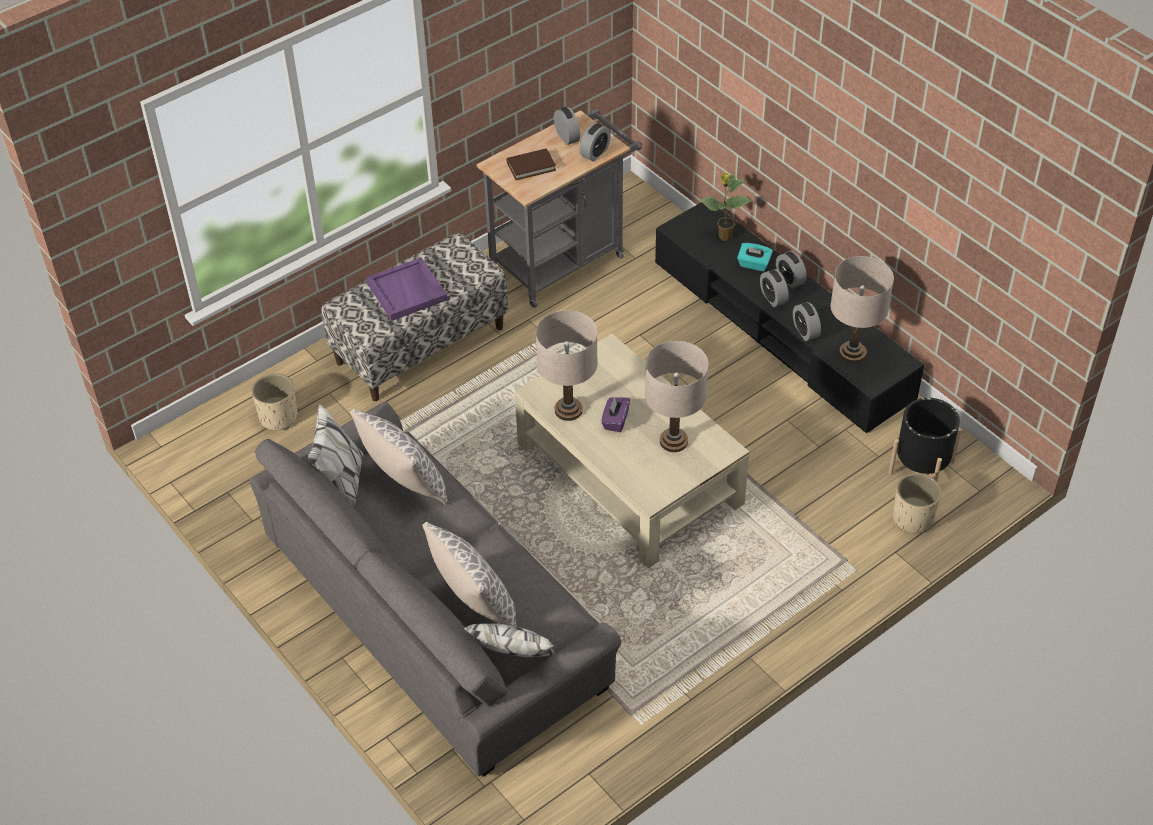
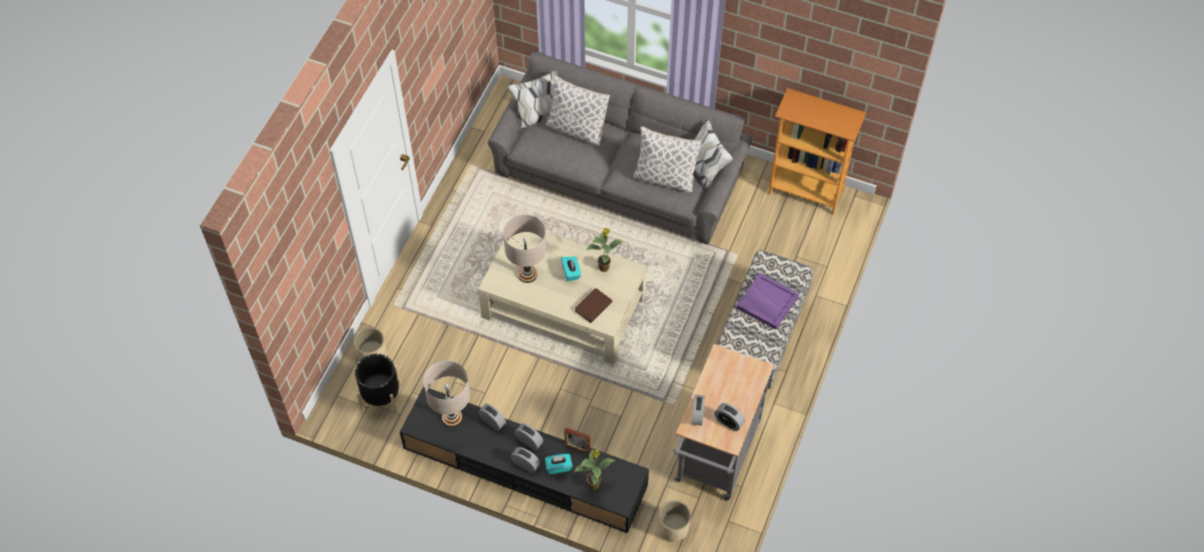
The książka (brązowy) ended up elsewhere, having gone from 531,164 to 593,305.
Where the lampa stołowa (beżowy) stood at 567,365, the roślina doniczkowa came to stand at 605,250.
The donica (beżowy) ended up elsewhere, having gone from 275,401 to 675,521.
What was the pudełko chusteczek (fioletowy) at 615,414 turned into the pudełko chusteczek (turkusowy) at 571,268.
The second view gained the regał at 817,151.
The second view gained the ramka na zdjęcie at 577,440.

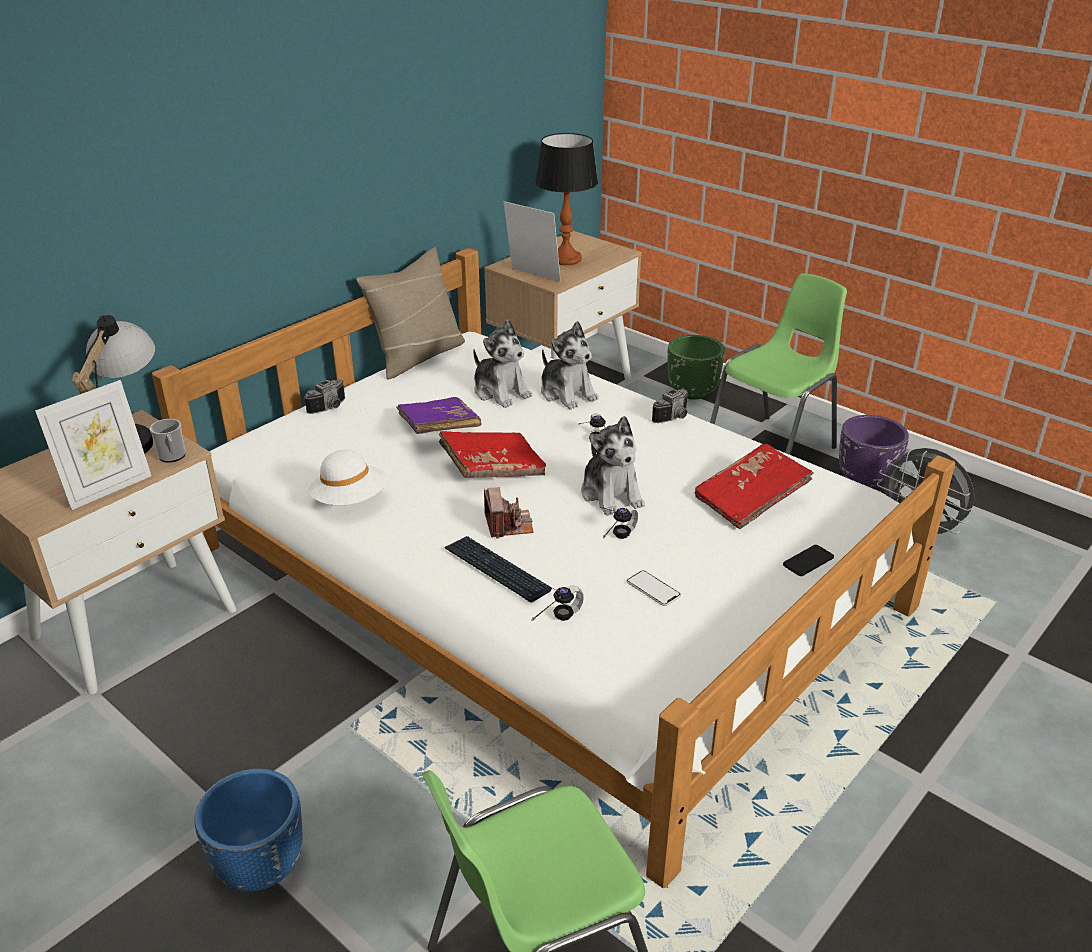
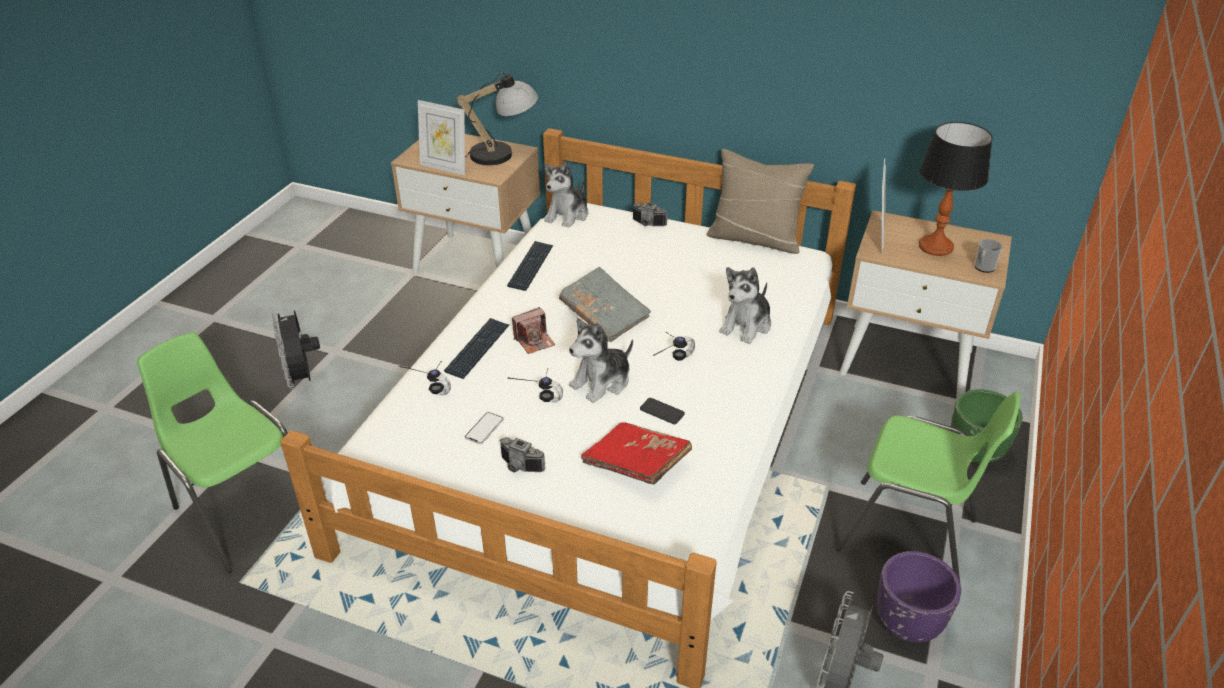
The pluszak ended up elsewhere, having gone from 502,364 to 566,194.
The aparat fotograficzny ended up elsewhere, having gone from 670,406 to 522,454.
The second view lost the książka (fioletowy) at 439,415.
The kubek ended up elsewhere, having gone from 168,441 to 988,256.
What was the książka (czerwony) at 492,454 turned into the książka (szary) at 605,304.
Where the kapelusz (biały) stood at 348,478, the klawiatura came to stand at 530,266.
The telefon ended up elsewhere, having gone from 808,560 to 662,411.
Where the donica (niebieski) stood at 248,830, the wentylator (czarny) came to stand at 296,349.

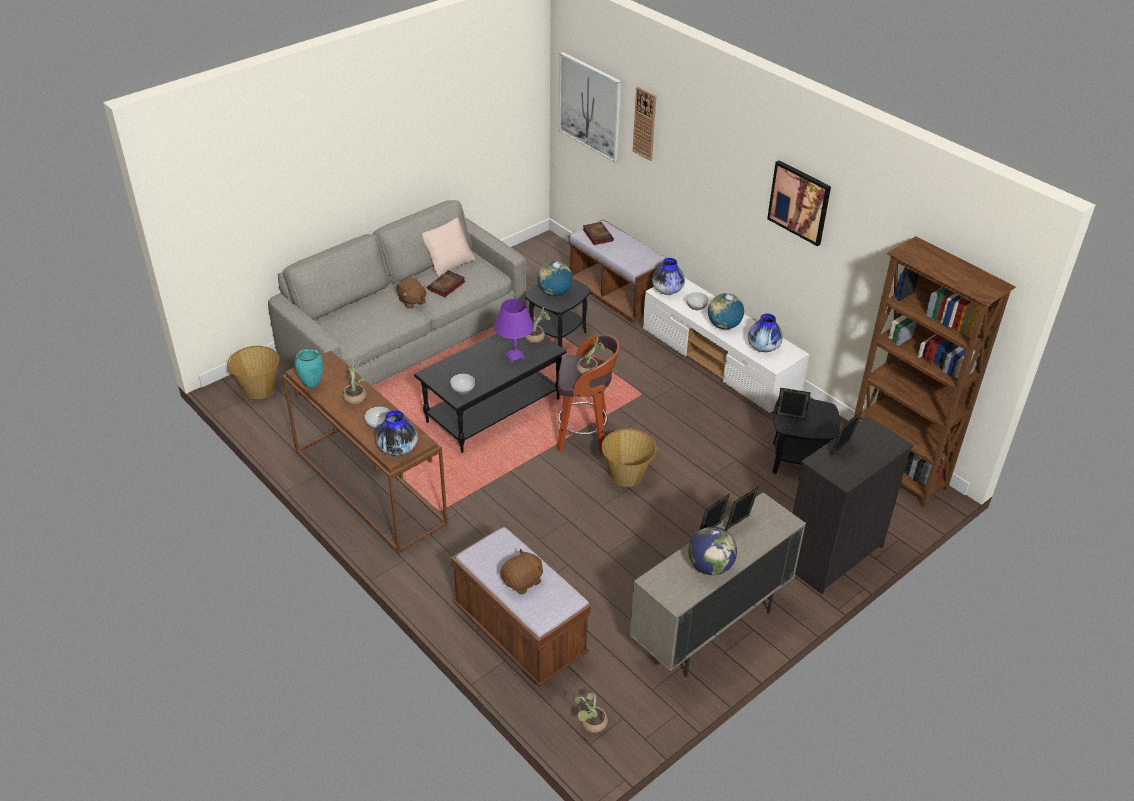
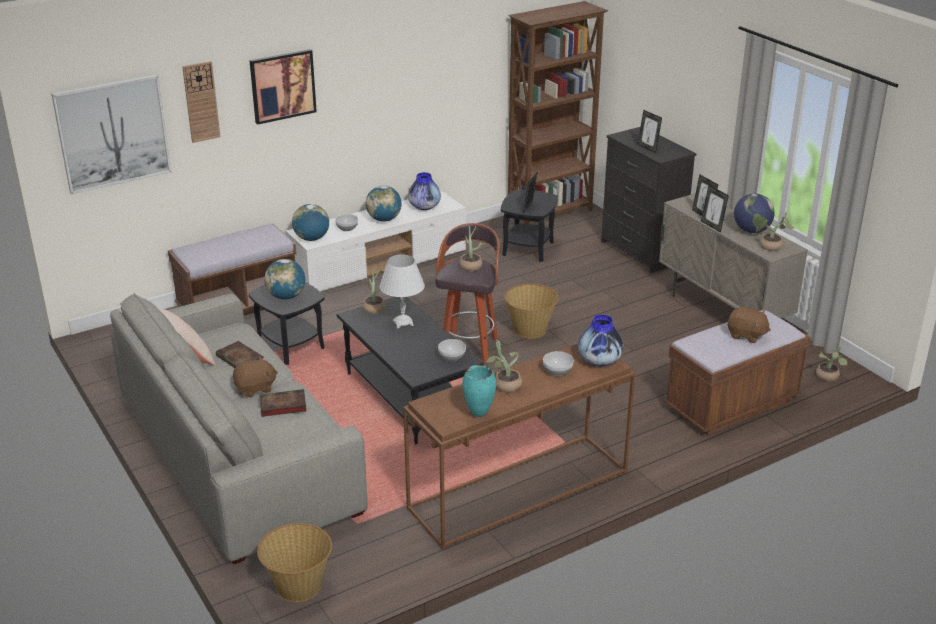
The obraz ended up elsewhere, having gone from 799,203 to 283,87.
The książka ended up elsewhere, having gone from 598,233 to 283,403.
Where the wazon stood at 668,276, the globus came to stand at 310,222.
What was the lampa stołowa (fioletowy) at 514,331 turned into the lampa stołowa (biały) at 402,291.
The pluszak (brązowy) at 521,571 ended up facing another way, 150 degrees clockwise from before.
The second view gained the roślina doniczkowa at 776,231.

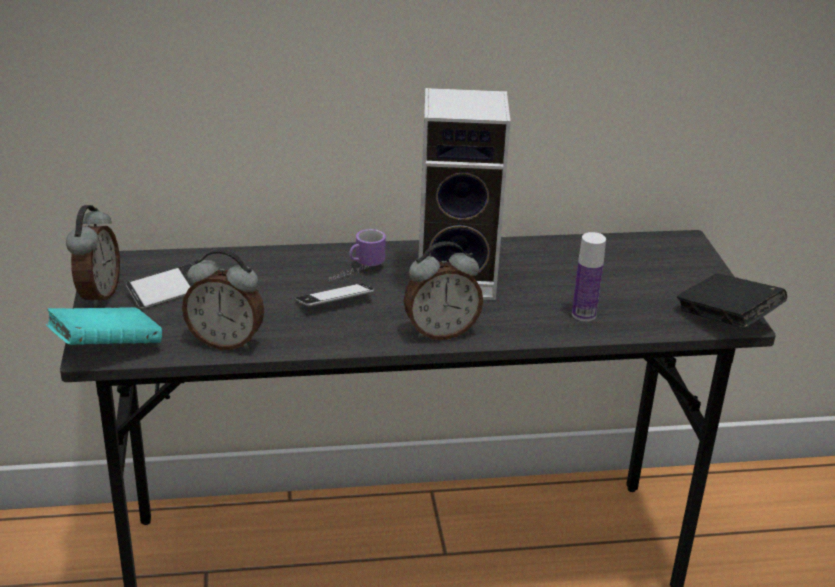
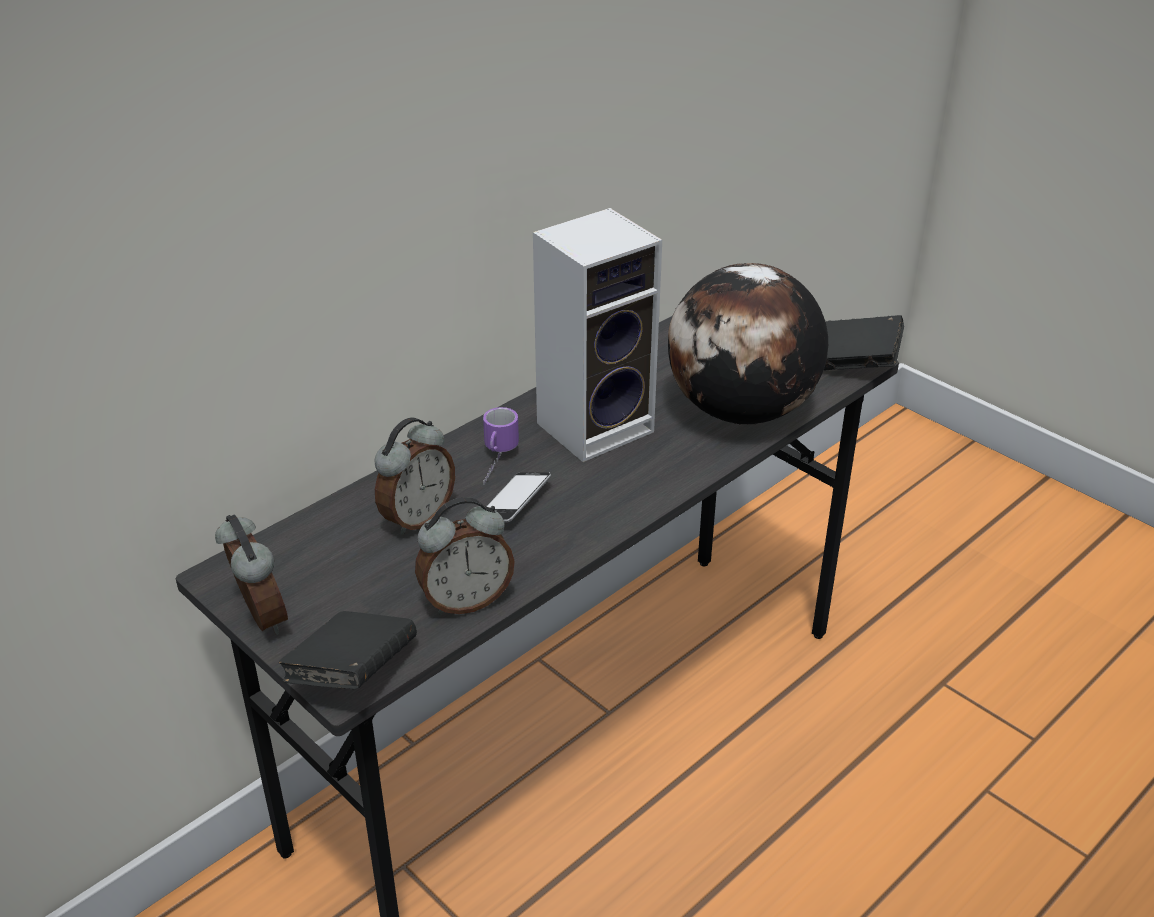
Where the butelka stood at 589,276, the globus came to stand at 748,344.
The budzik ended up elsewhere, having gone from 443,291 to 414,476.
The second view lost the telefon at 160,287.
What was the książka (turkusowy) at 104,326 turned into the książka (czarny) at 348,650.

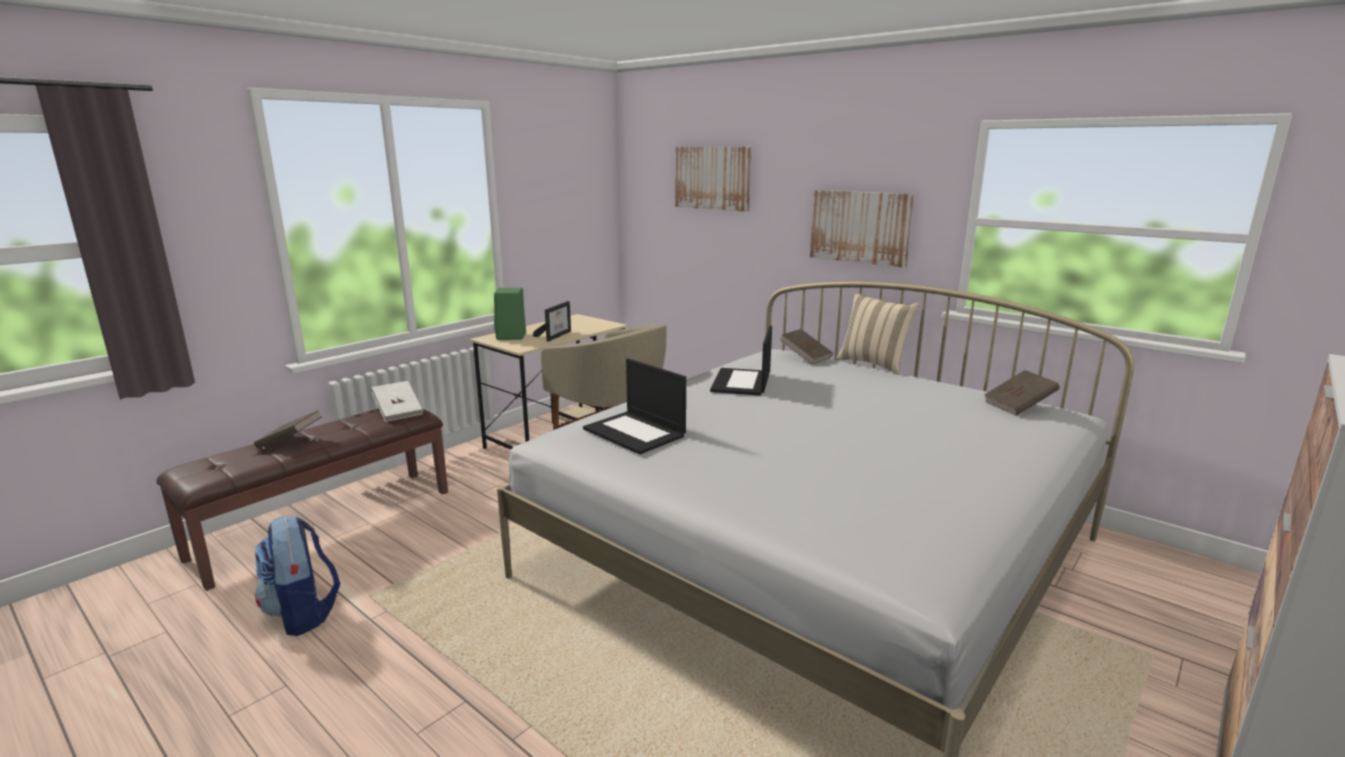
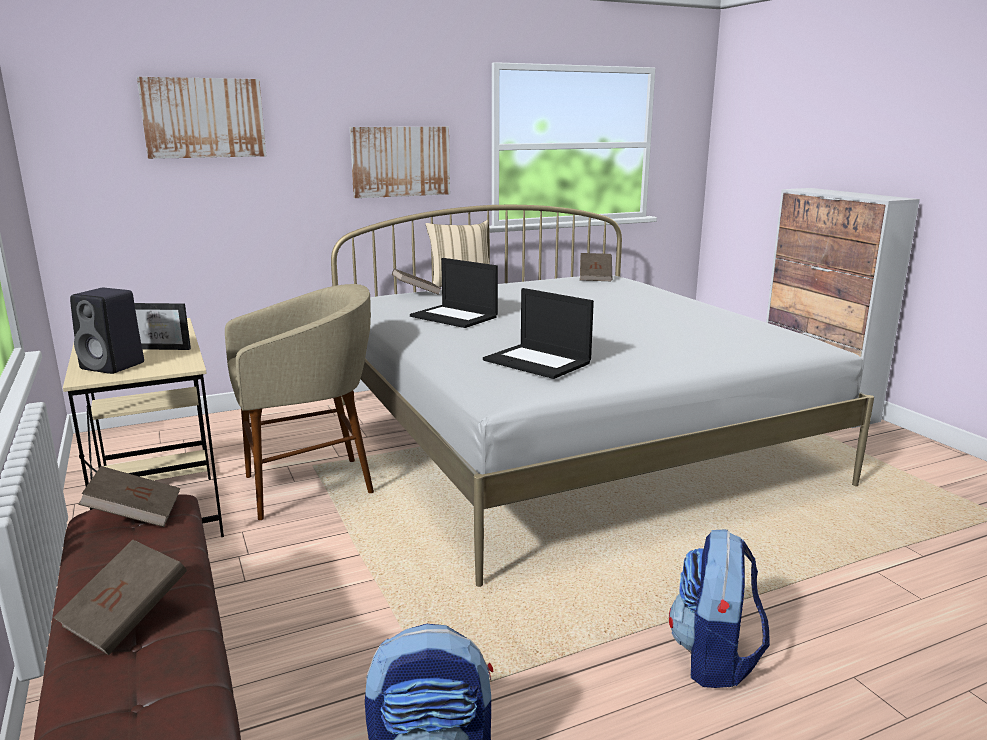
What was the głośnik (zielony) at 510,314 turned into the głośnik (czarny) at 107,331.
The ramka na zdjęcie at 552,321 ended up facing another way, 135 degrees clockwise from before.
The laptop at 634,406 ended up facing another way, 60 degrees clockwise from before.
What was the książka (biały) at 397,401 turned into the książka (brązowy) at 129,496.
The second view gained the plecak at 719,609.

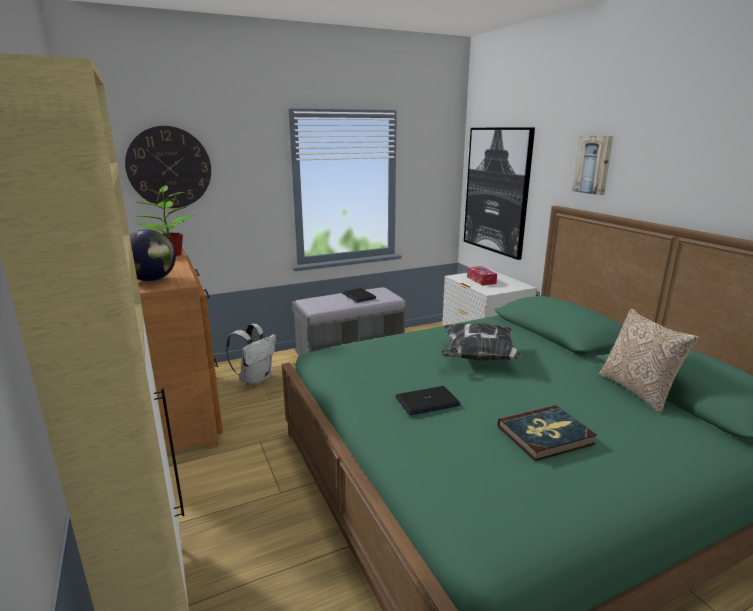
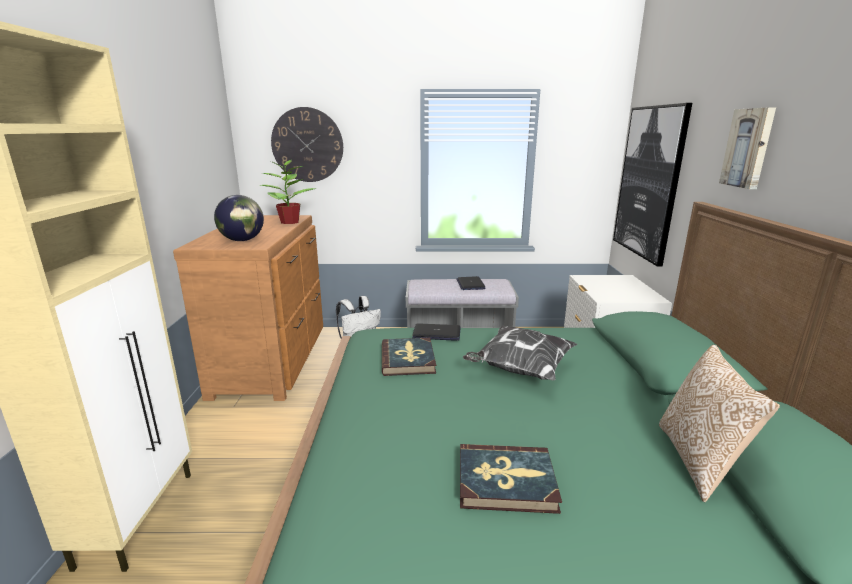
The second view lost the pudełko chusteczek at 482,276.
The laptop ended up elsewhere, having gone from 428,400 to 436,332.
The second view gained the książka at 409,357.

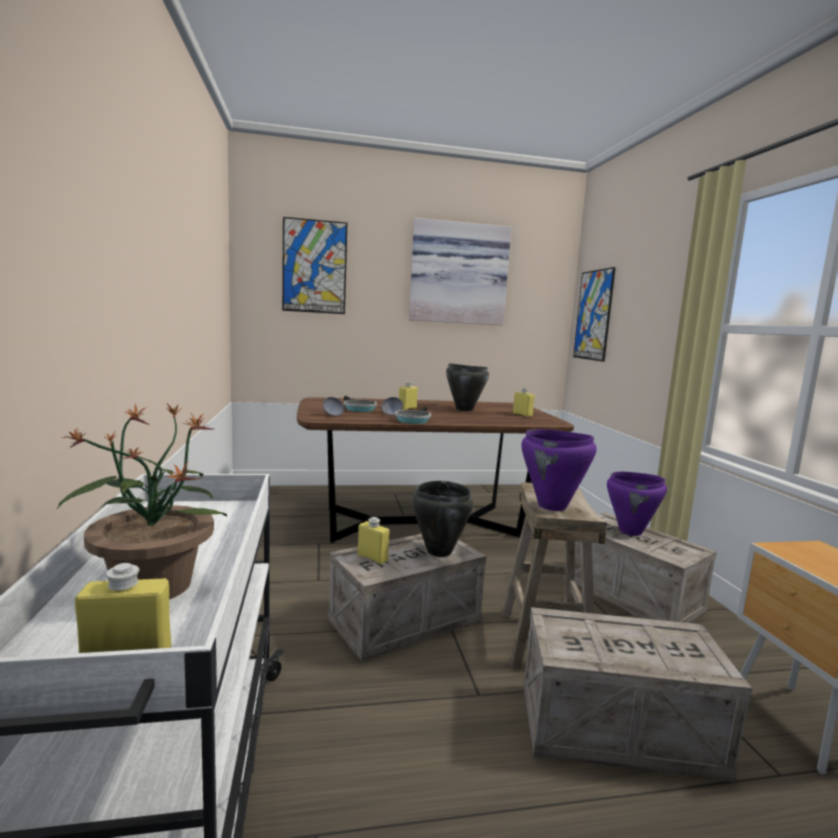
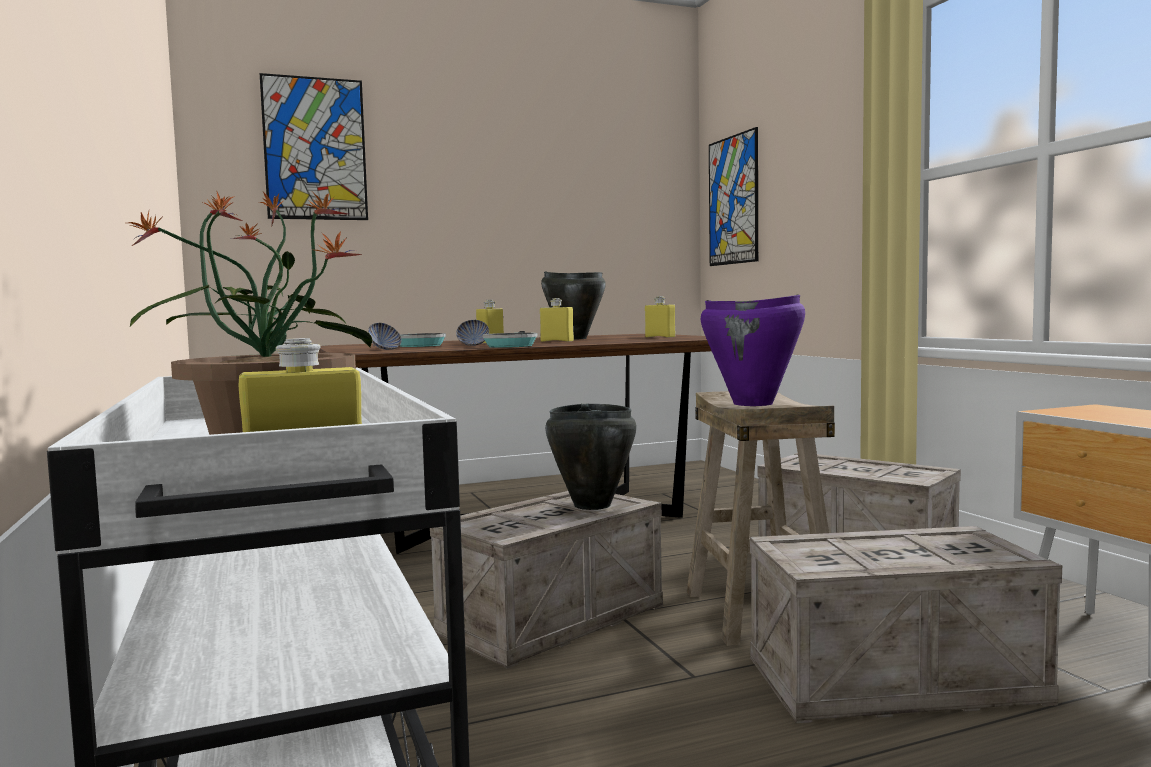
The second view lost the obraz at 460,271.
The second view lost the garnek (fioletowy) at 637,504.
The butelka (żółty) ended up elsewhere, having gone from 373,540 to 557,320.

